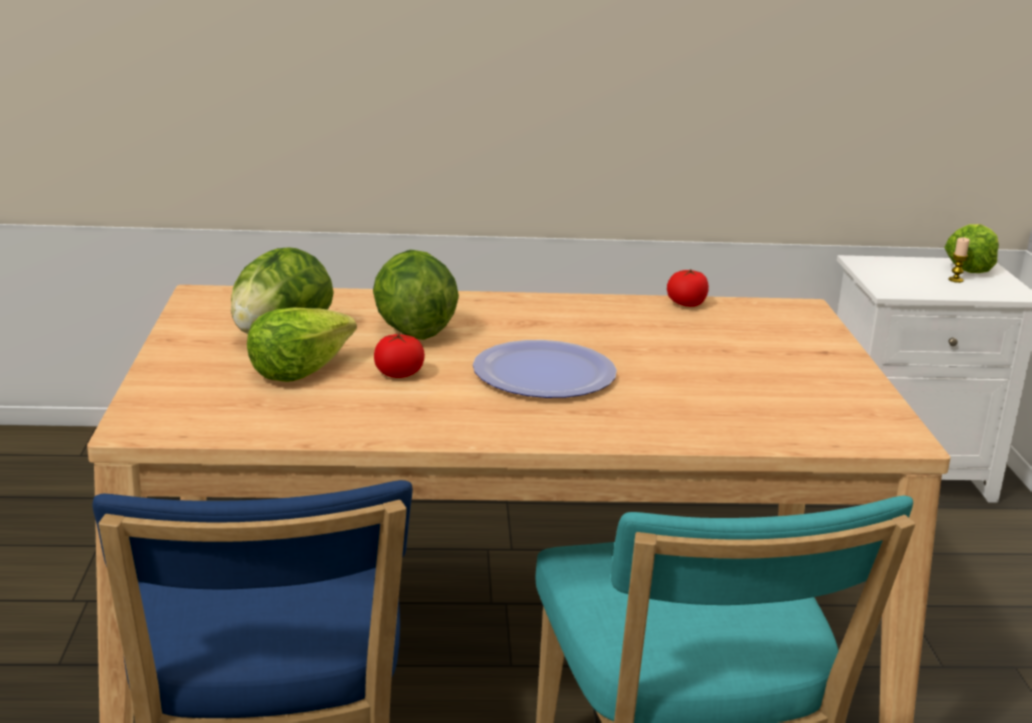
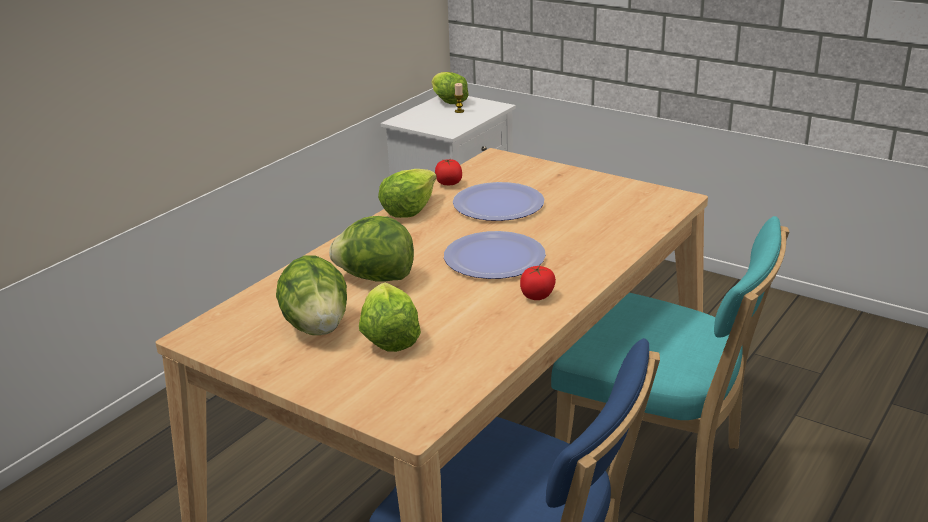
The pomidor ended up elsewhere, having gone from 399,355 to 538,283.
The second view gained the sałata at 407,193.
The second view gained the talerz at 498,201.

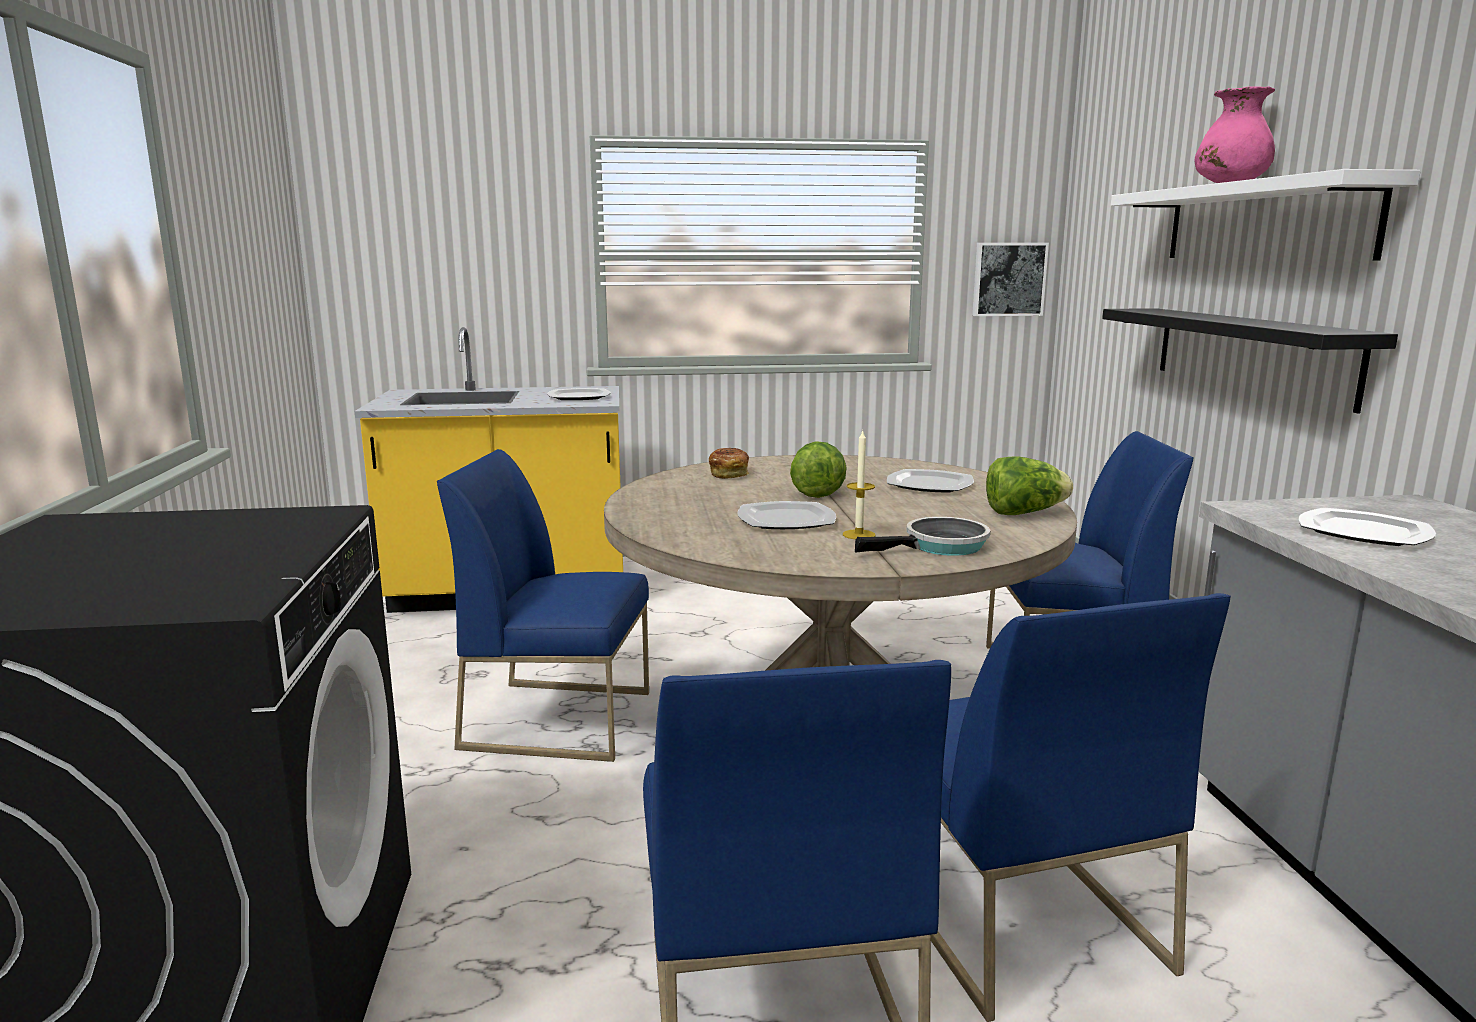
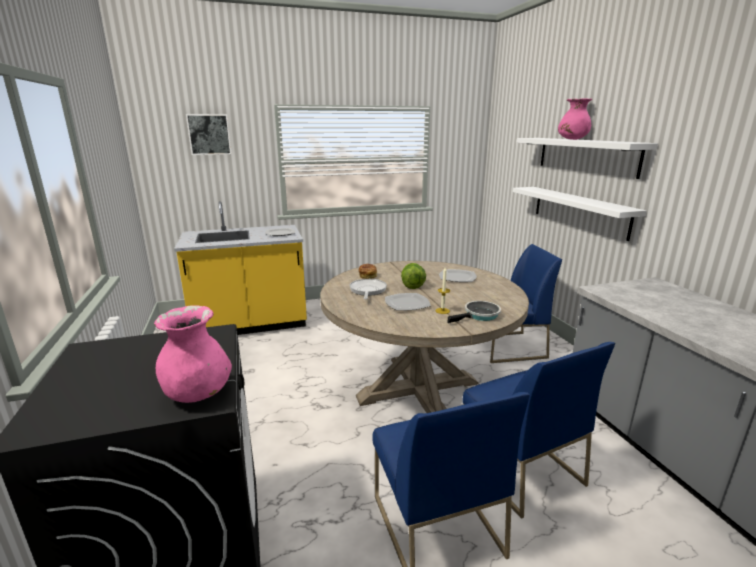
The obraz ended up elsewhere, having gone from 1010,279 to 209,134.
What was the półka (czarny) at 1250,360 turned into the półka (biały) at 580,214.
The second view lost the krzesło (niebieski) at 543,605.
The second view lost the sałata at 1029,485.
The second view lost the talerz at 1367,526.
The second view gained the patelnia at 368,289.
The second view gained the wazon (różowy) at 193,354.

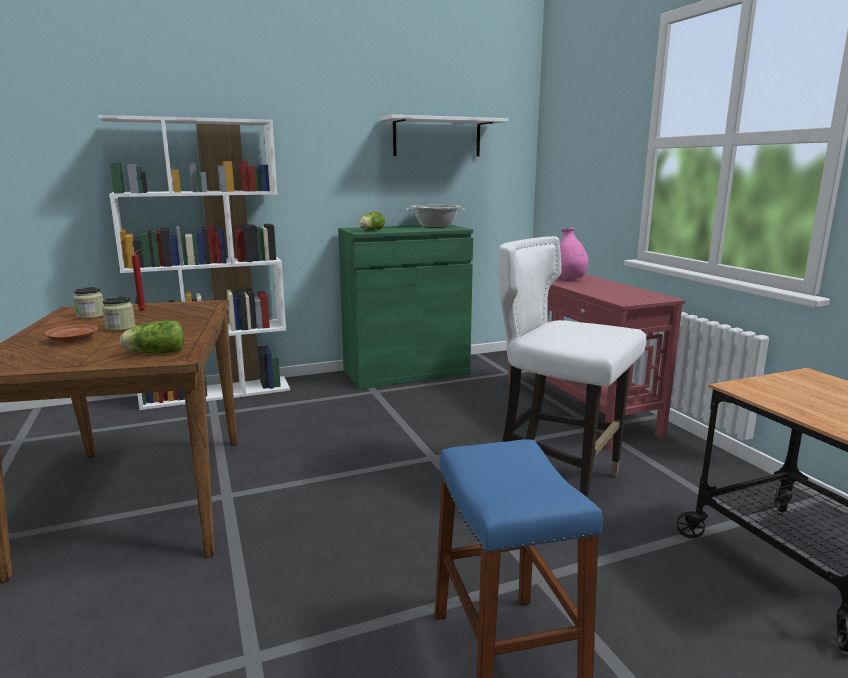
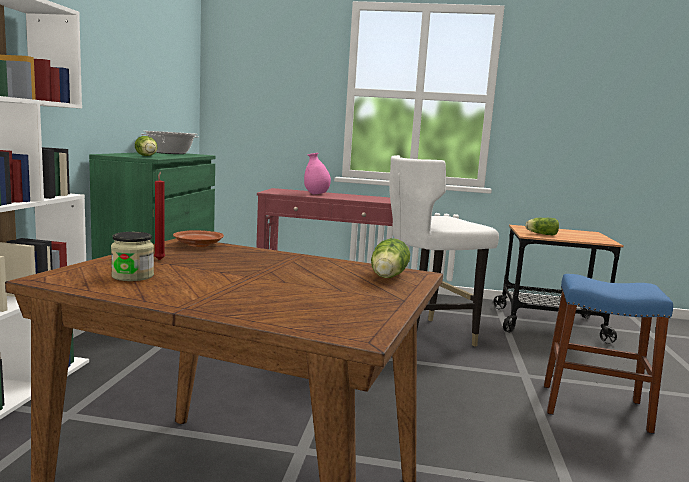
The second view lost the półka (biały) at 444,136.
The second view lost the słoik at 119,313.
The talerz (brązowy) ended up elsewhere, having gone from 71,333 to 198,238.
The second view gained the sałata at 542,227.

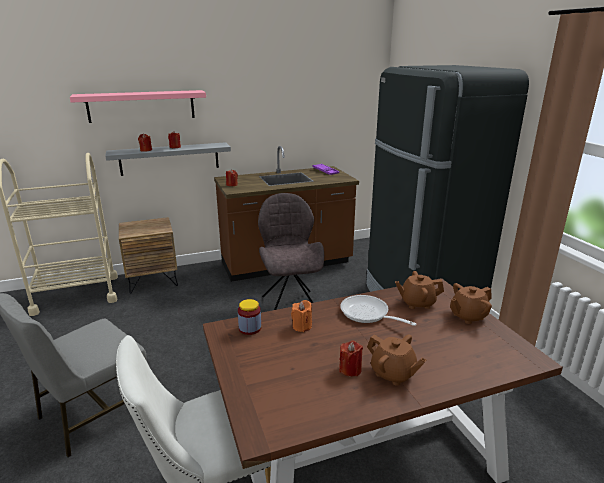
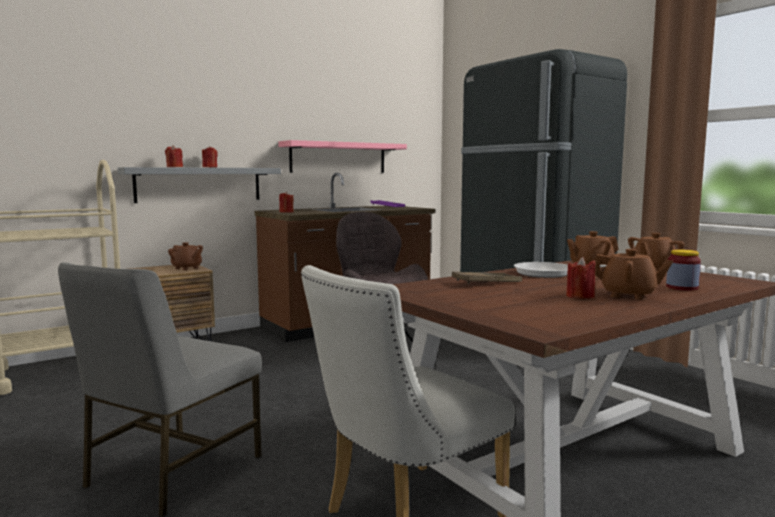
The półka (różowy) ended up elsewhere, having gone from 138,106 to 342,156.
The słoik ended up elsewhere, having gone from 249,317 to 683,270.
Where the świeca (pomarańczowy) stood at 301,316, the taca (brązowy) came to stand at 487,278.
The second view gained the imbryk (brązowy) at 185,256.

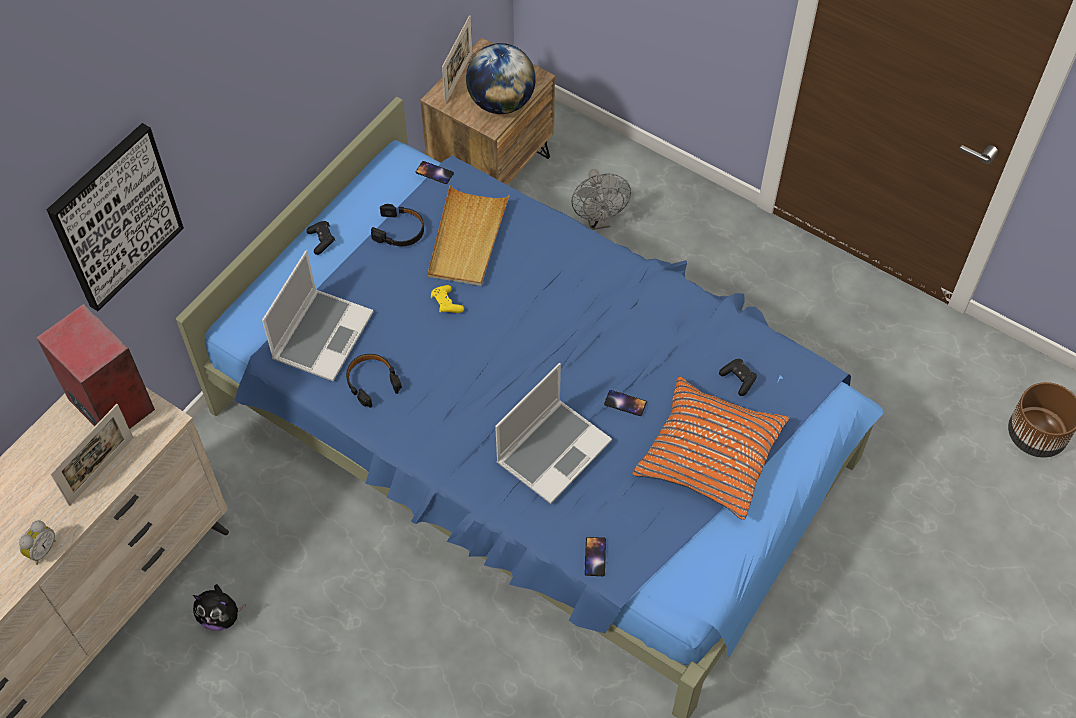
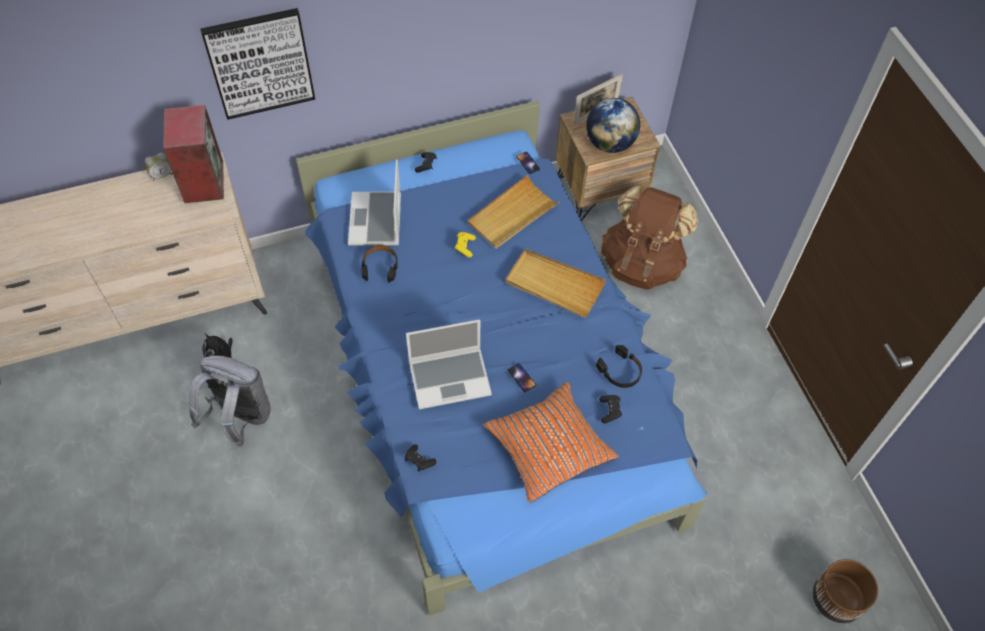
Where the wentylator (szary) stood at 601,199, the plecak (brązowy) came to stand at 649,238.
The słuchawki (czarny) ended up elsewhere, having gone from 397,225 to 619,366.
The laptop at 318,315 ended up facing another way, 120 degrees clockwise from before.
The second view lost the ramka na zdjęcie at 91,455.
The budzik ended up elsewhere, having gone from 37,542 to 159,167.
Where the telefon stood at 595,556, the pad do gier (czarny) came to stand at 420,457.
The second view gained the taca (beżowy) at 555,283.
The second view gained the plecak (szary) at 230,401.

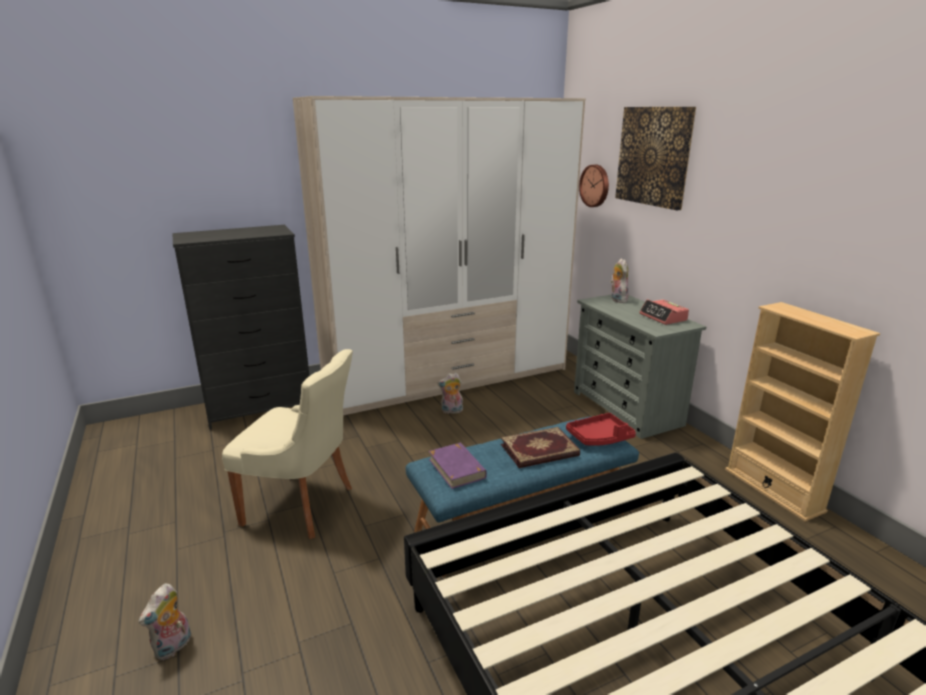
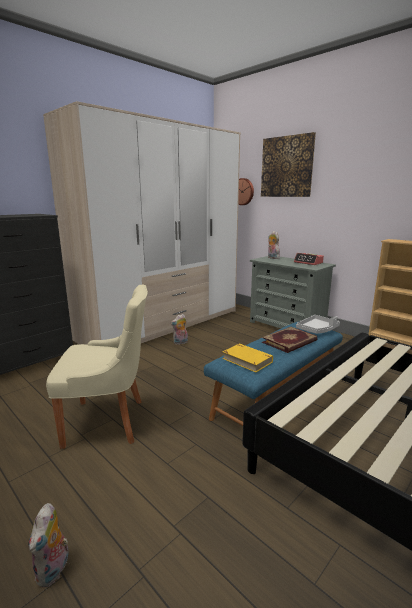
What was the taca (czerwony) at 601,429 turned into the taca (szary) at 318,324.
What was the książka (fioletowy) at 458,465 turned into the książka (żółty) at 247,357.

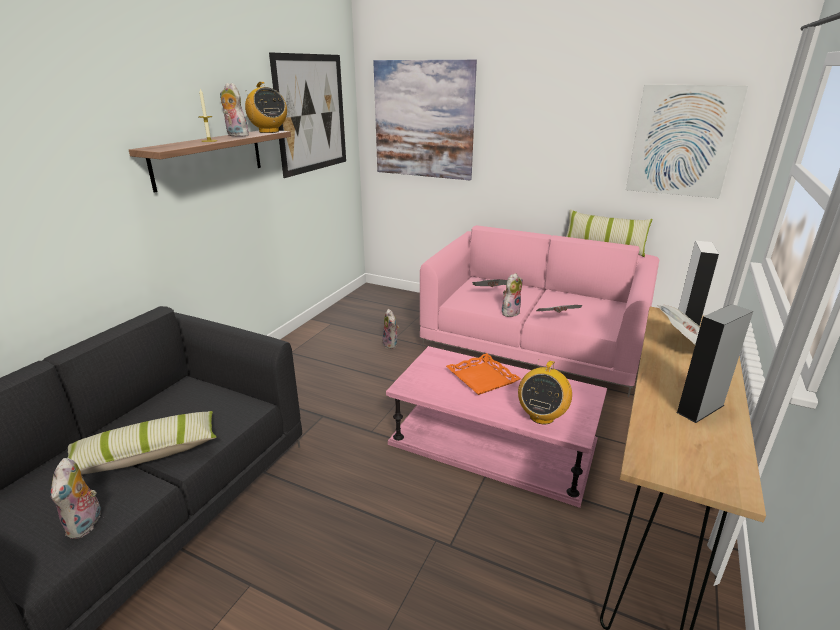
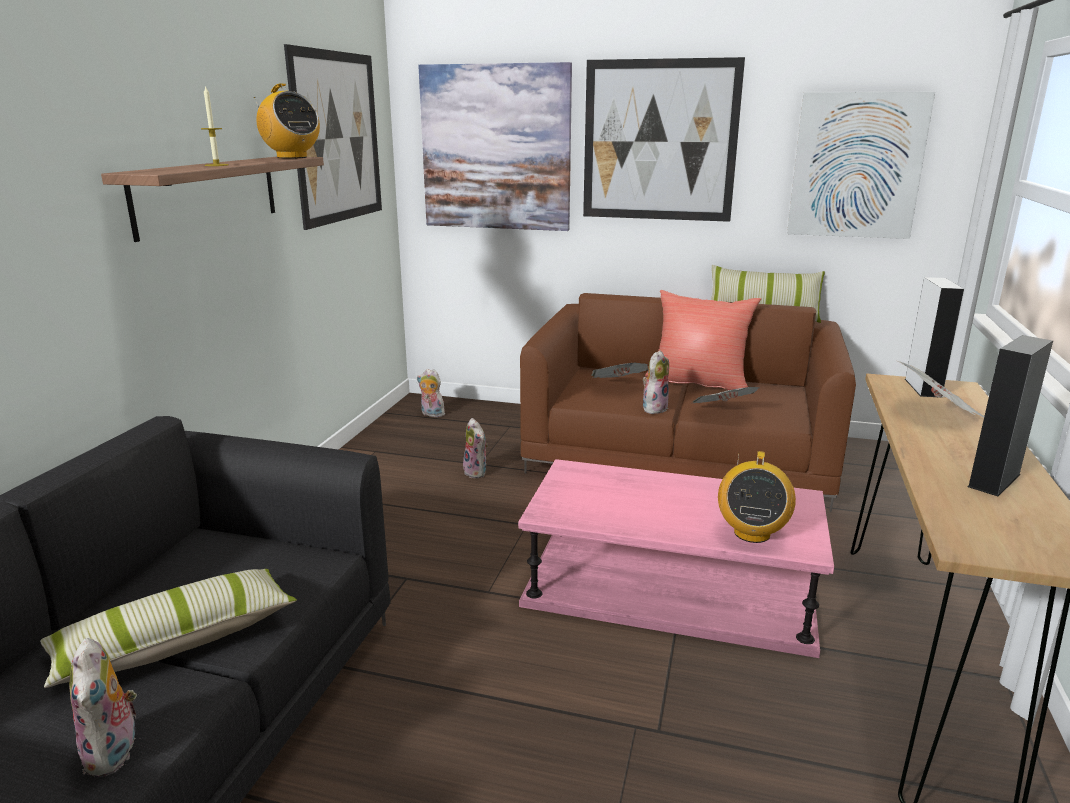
The pluszak ended up elsewhere, having gone from 234,110 to 431,393.
What was the kanapa (różowy) at 539,311 turned into the kanapa (brązowy) at 688,402.
The second view lost the taca (pomarańczowy) at 483,374.
The second view gained the obraz at 664,139.
The second view gained the poduszka (czerwony) at 702,340.

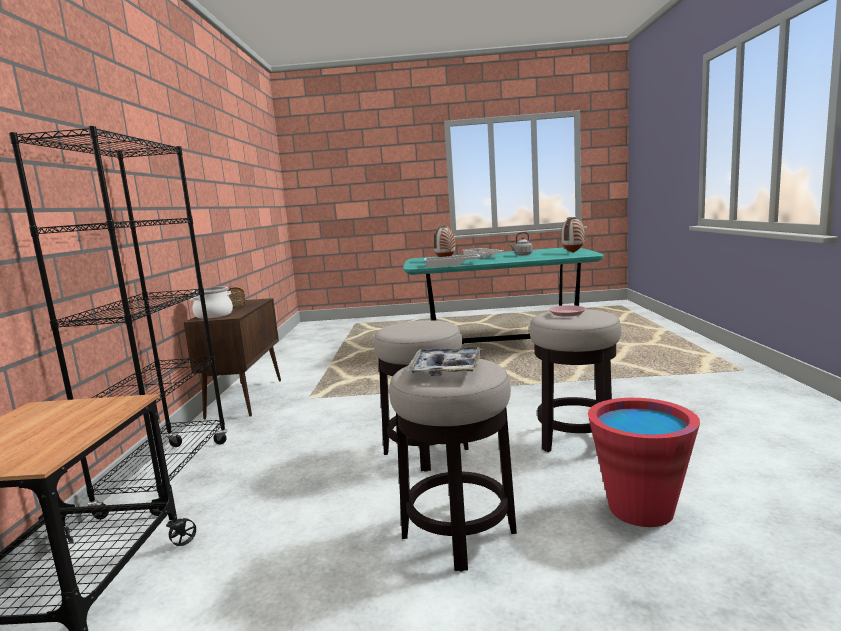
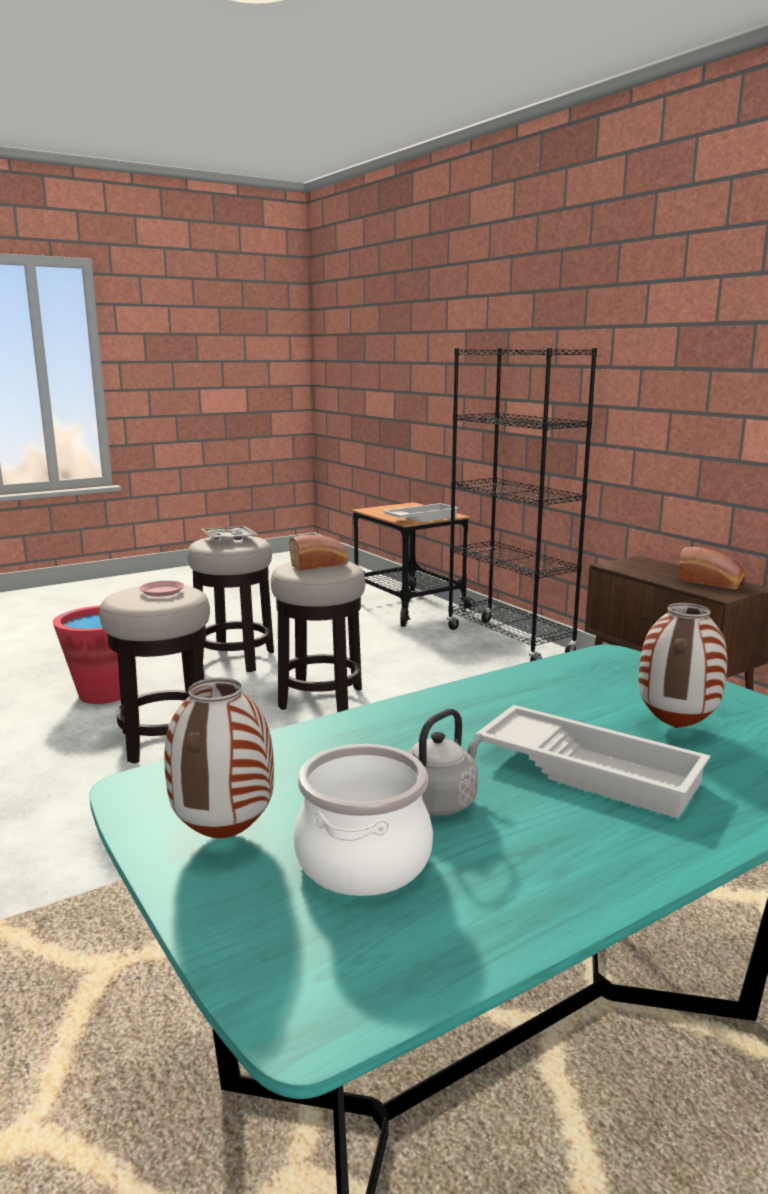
The taca (biały) ended up elsewhere, having gone from 452,261 to 420,512.
The garnek ended up elsewhere, having gone from 211,302 to 363,820.
The second view gained the chleb at 318,553.

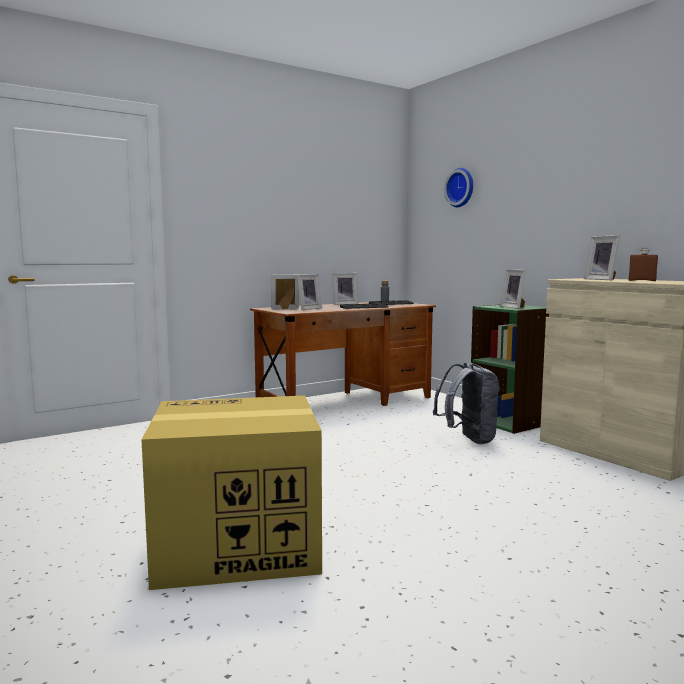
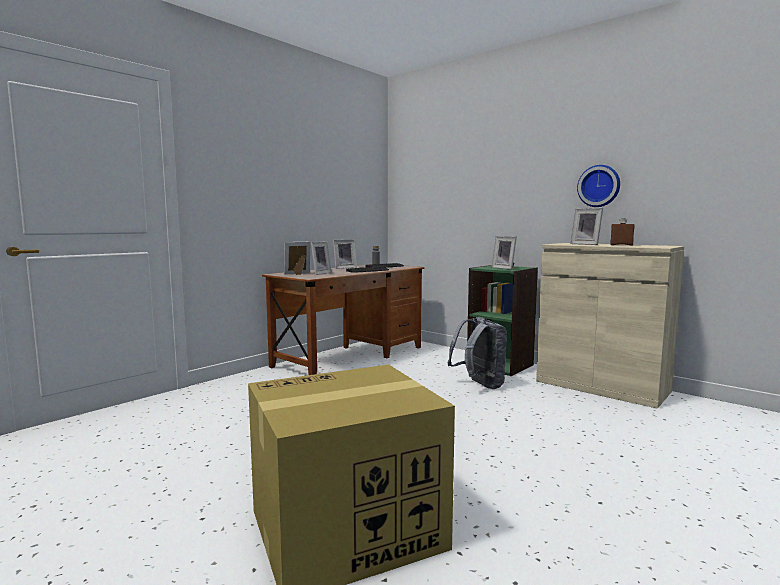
The zegar ścienny ended up elsewhere, having gone from 458,187 to 598,186.

